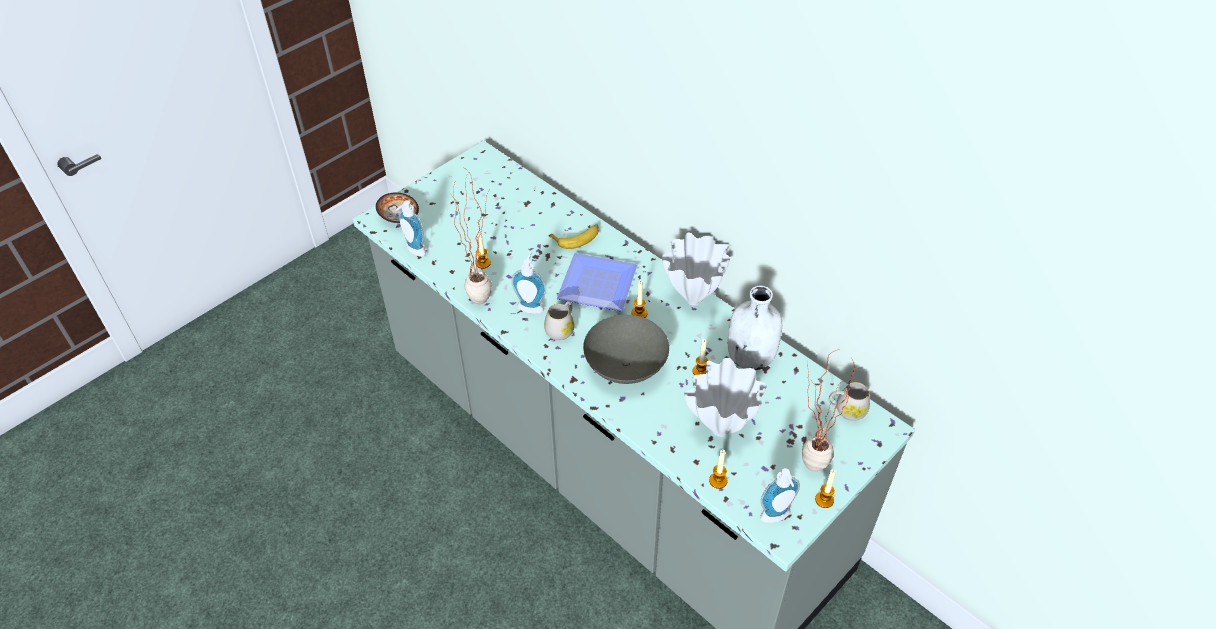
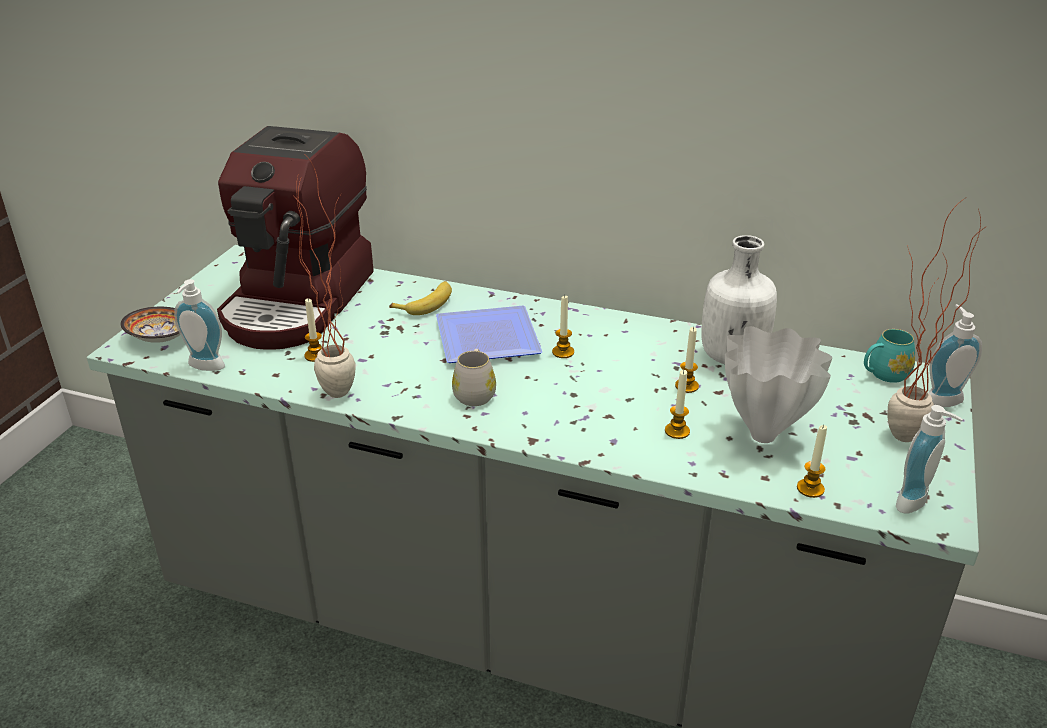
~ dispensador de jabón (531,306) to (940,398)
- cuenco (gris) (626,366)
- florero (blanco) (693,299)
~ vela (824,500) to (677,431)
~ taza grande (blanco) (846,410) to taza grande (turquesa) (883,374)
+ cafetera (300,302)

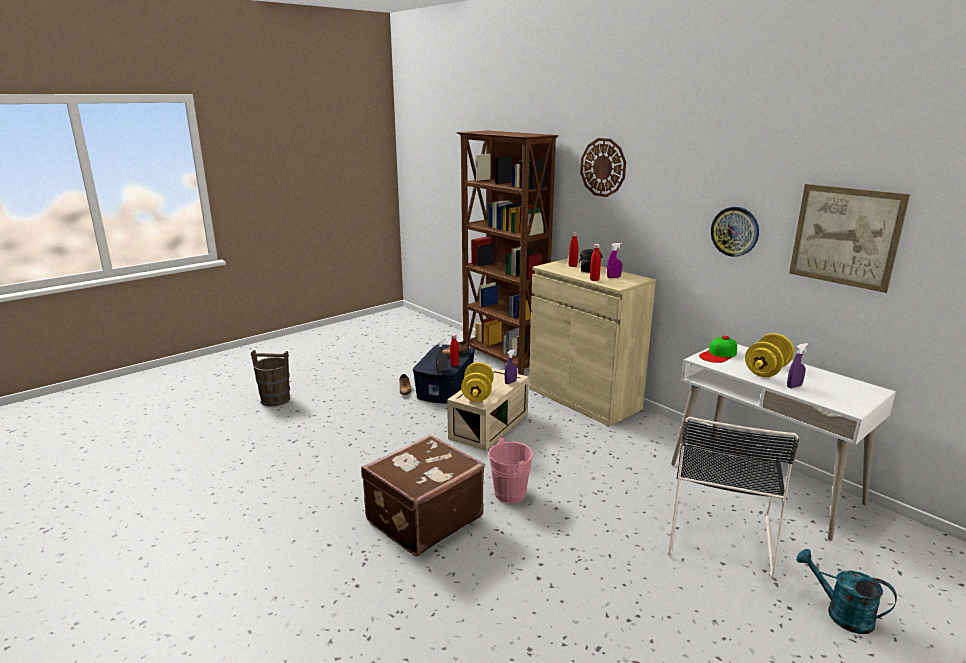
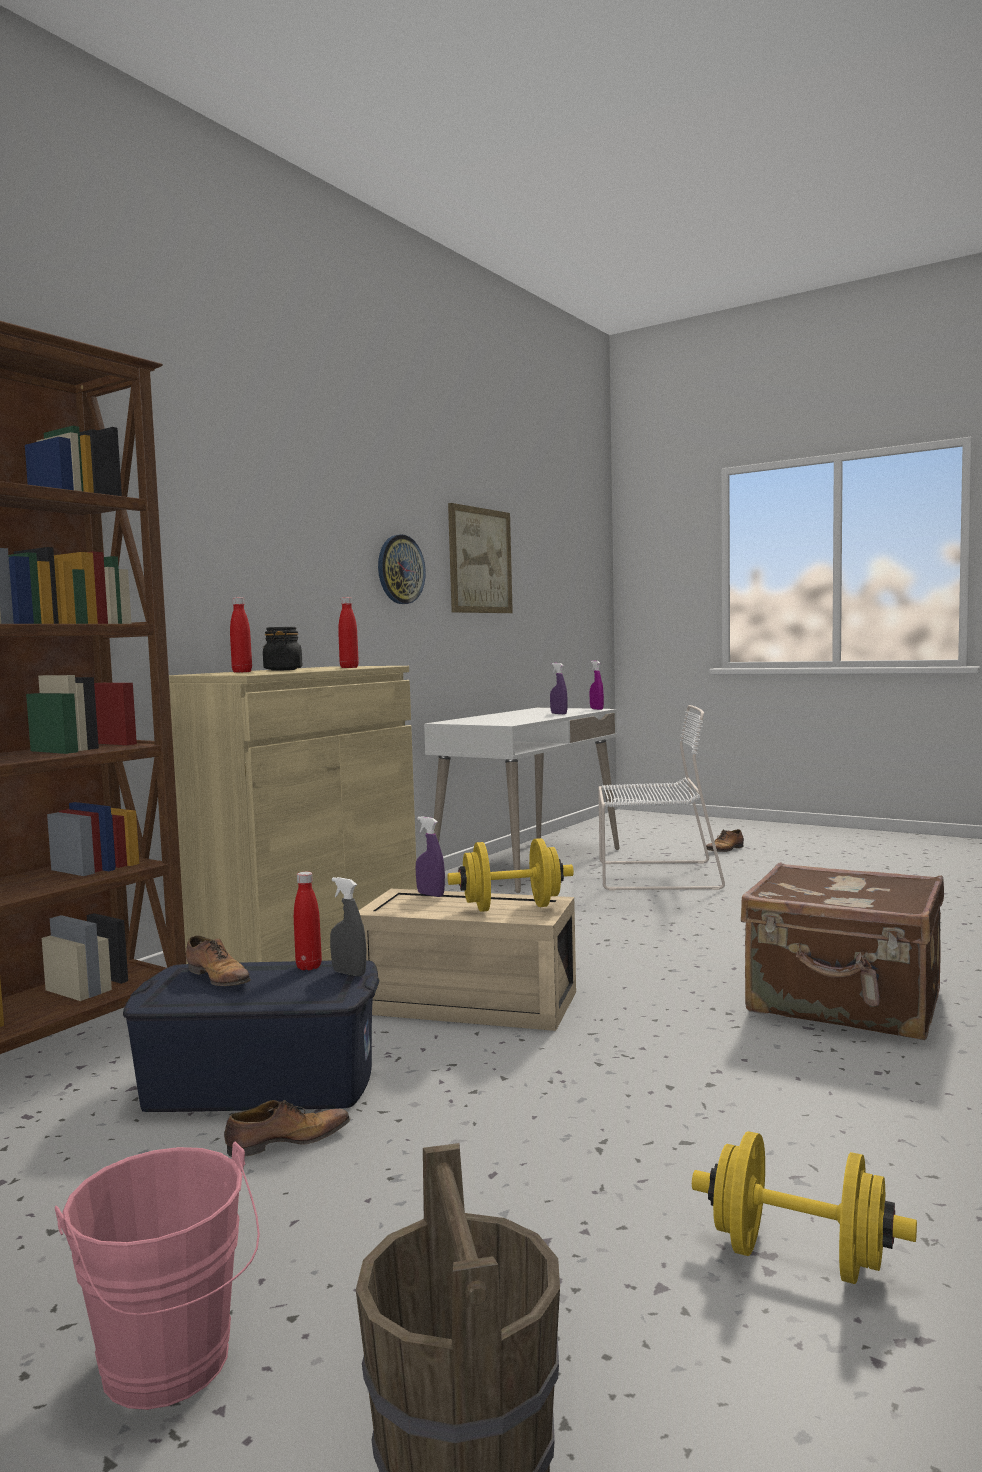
~ cubo (rosa) (506,494) to (171,1370)
- reloj de pared (603,167)
~ pulverizador (morado) (613,277) to (596,709)
~ silla (negro) (720,533) to silla (blanco) (653,875)
- gorra (718,354)
~ mancuerna (amarillo) (766,371) to (799,1258)
~ regadera (turquesa) (841,613) to zapato (725,849)

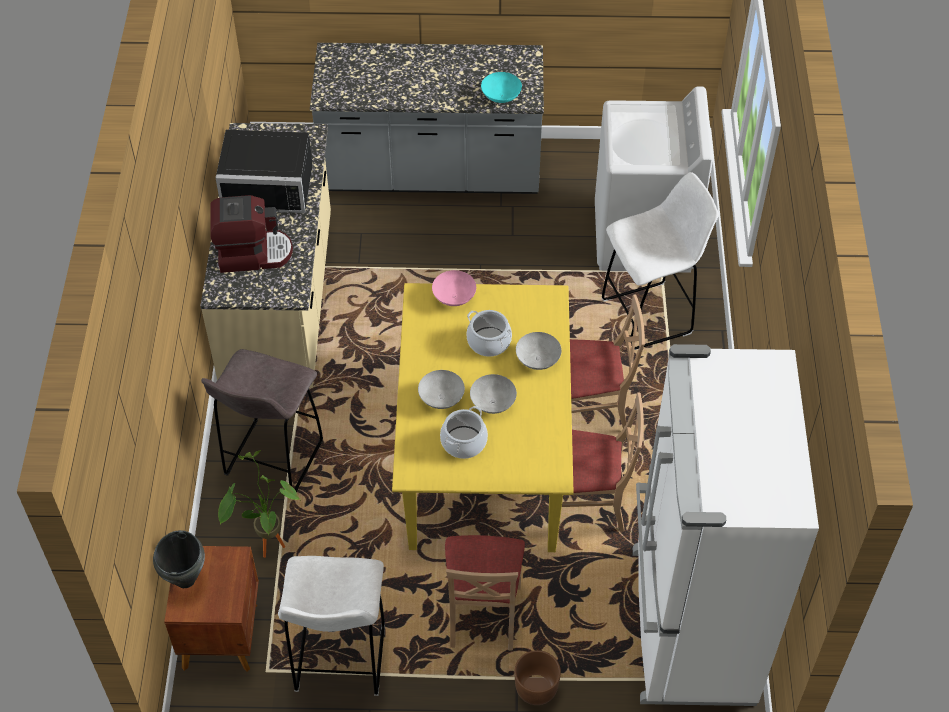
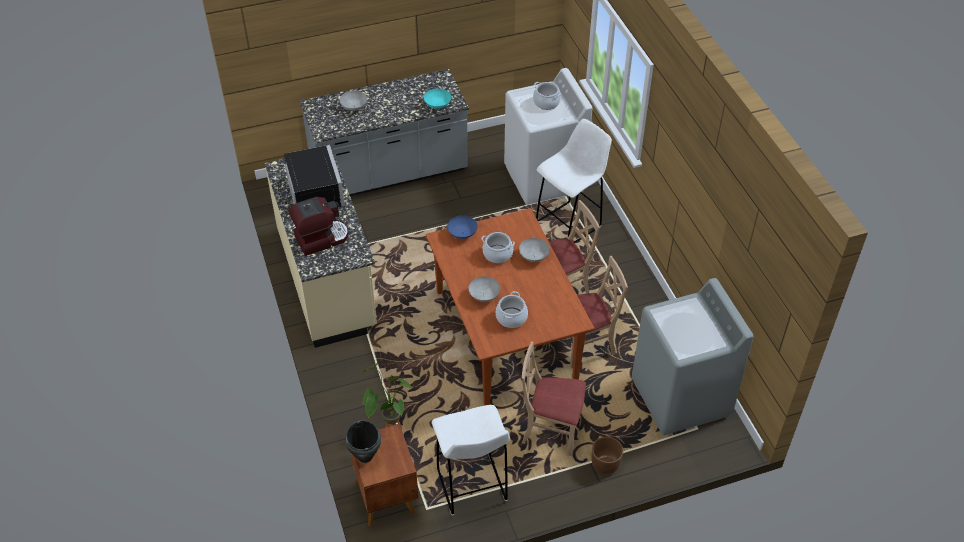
- taburete (gris) (272,460)
~ microondas (negro) (269,183) = (311,193) 90 degrees counterclockwise
~ mesa de comedor (amarillo) (483,453) to mesa de comedor (marrón) (504,334)
~ cuenco (rosa) (454,297) to cuenco (azul) (462,233)
~ silla (beis) (483,615) = (551,431) 120 degrees clockwise
~ cuenco (gris) (493,402) to (354,107)
~ nevera (blanco) (689,626) to lavadora (gris) (680,398)
+ olla (546,103)

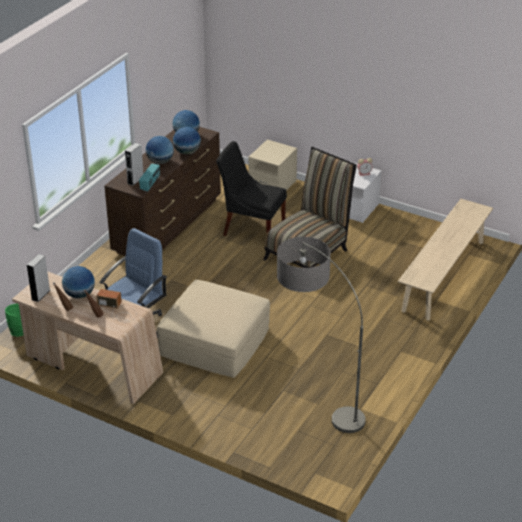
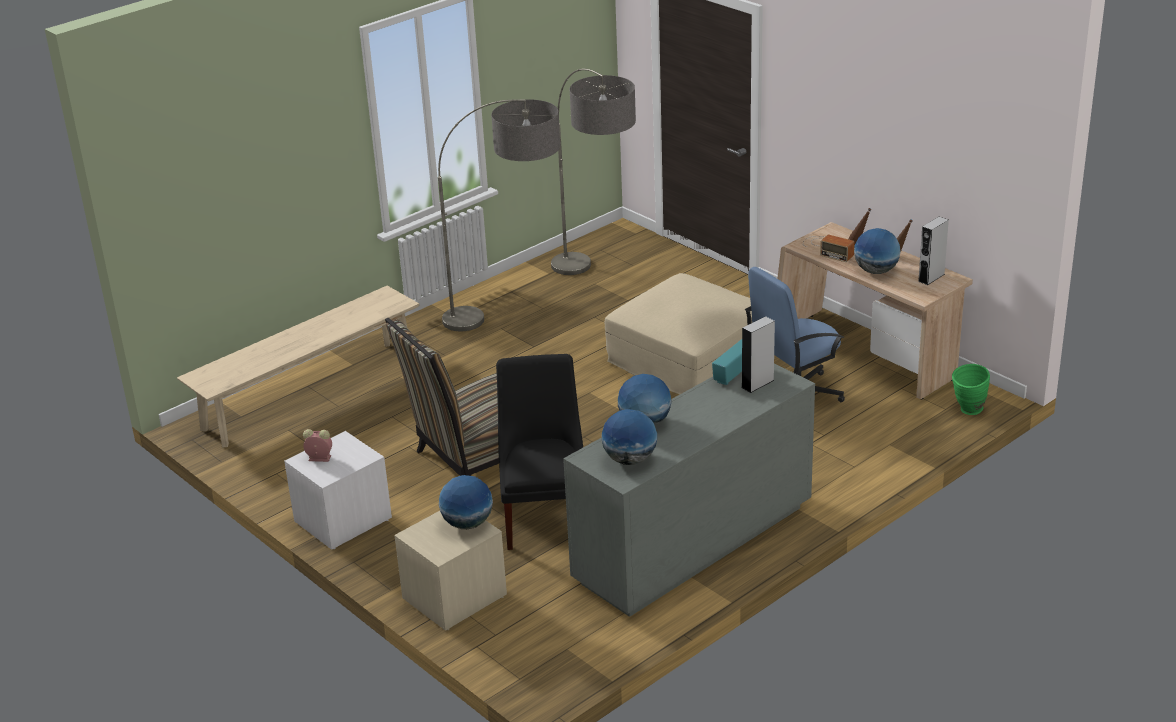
~ cómoda (marrón) (168,225) to cómoda (gris) (692,545)
~ globo terráqueo (160,162) to (467,523)
~ silla (negro) (251,228) = (546,515) 135 degrees counterclockwise
+ lámpara de pie (513,322)

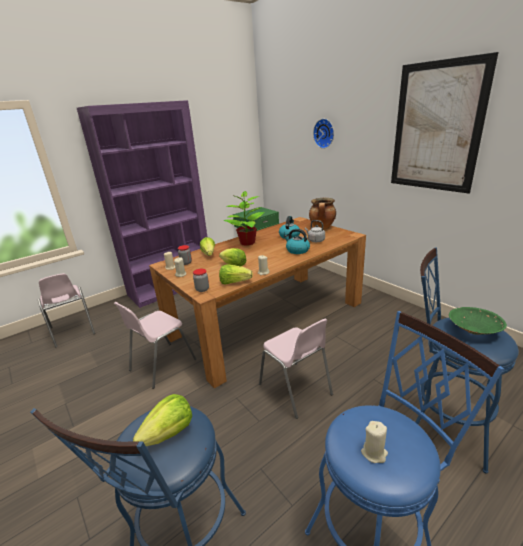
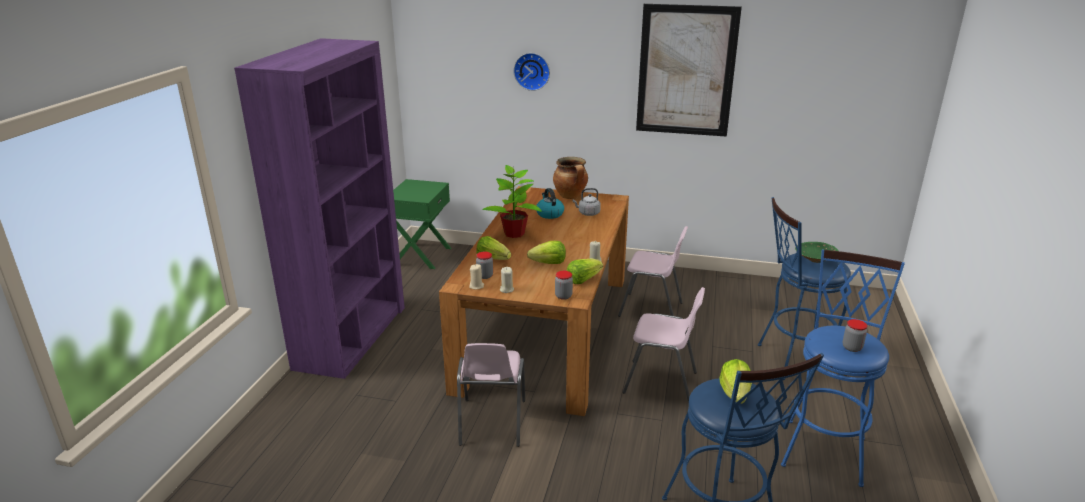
~ silla (rosa) (72,331) to (651,309)
- hervidor (297,250)
~ vela (beis) (374,453) to tarro (852,348)

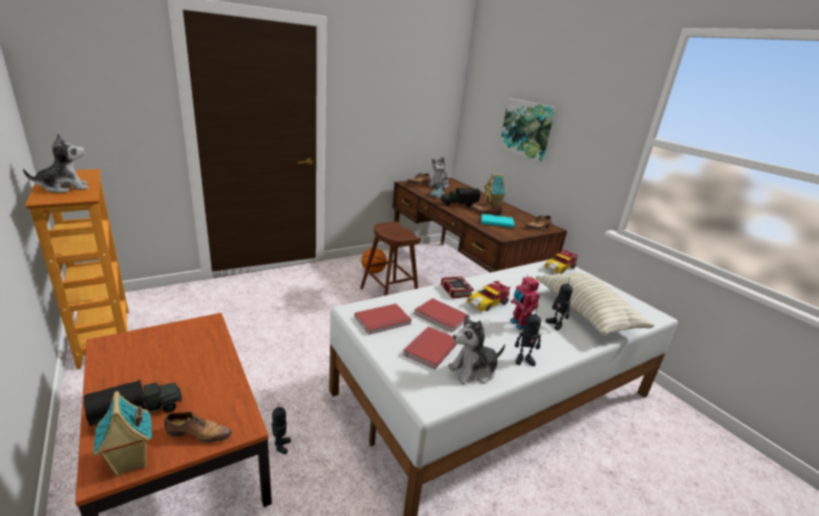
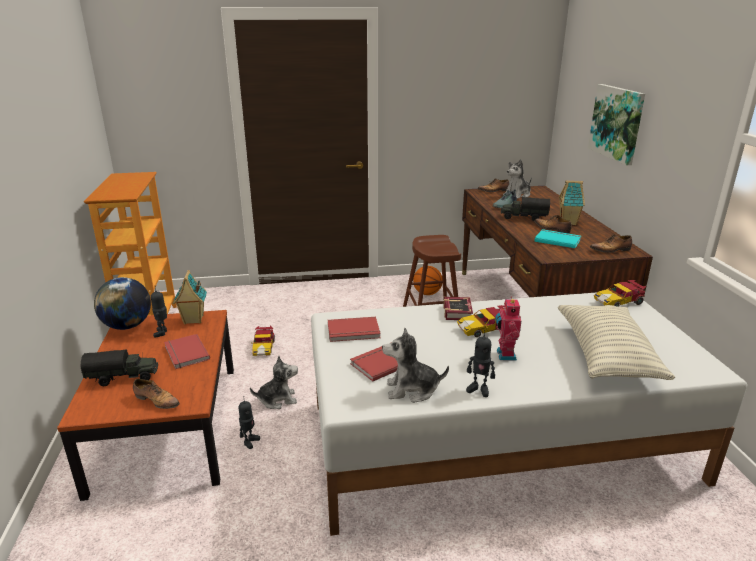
~ peluche (64,188) to (277,400)
~ casita (130,463) to (193,320)
~ libro (rojo) (440,317) to (185,353)
~ robot de juguete (555,324) to (162,333)
+ globo terráqueo (127,326)
+ coche de juguete (263,347)

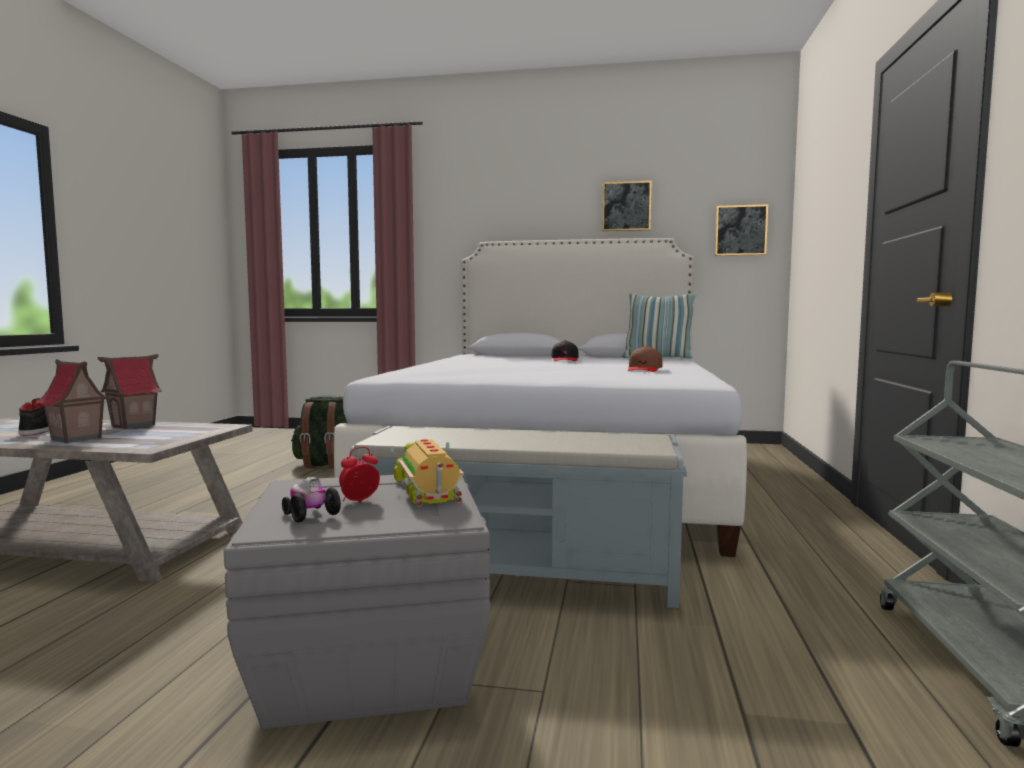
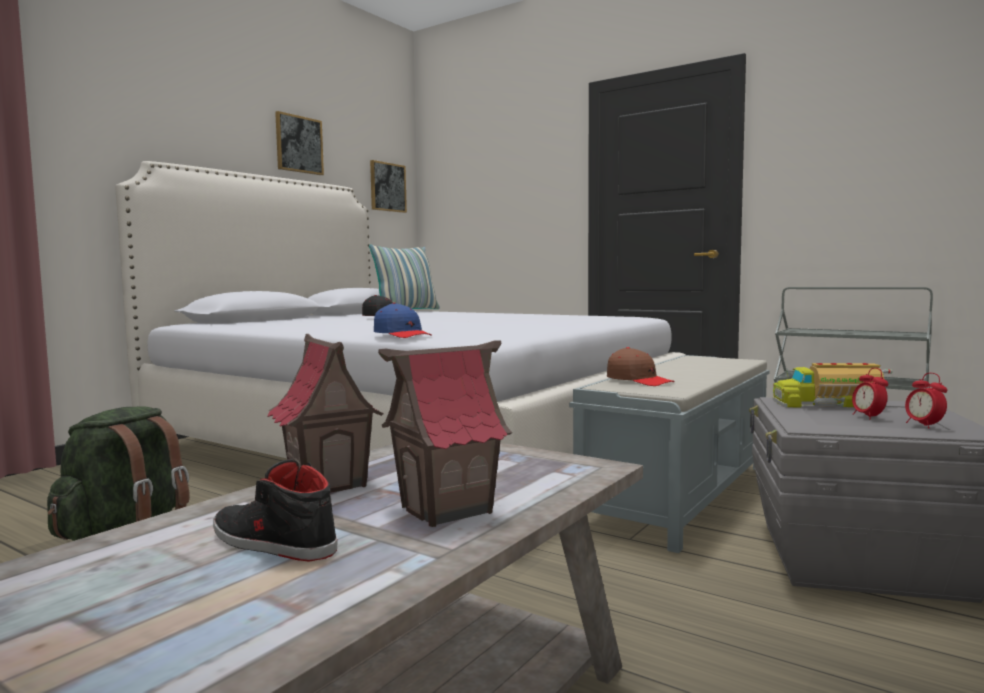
~ coche de juguete (309,515) to despertador (924,425)
~ gorra (marrón) (644,369) to (639,381)
+ gorra (azul) (402,335)

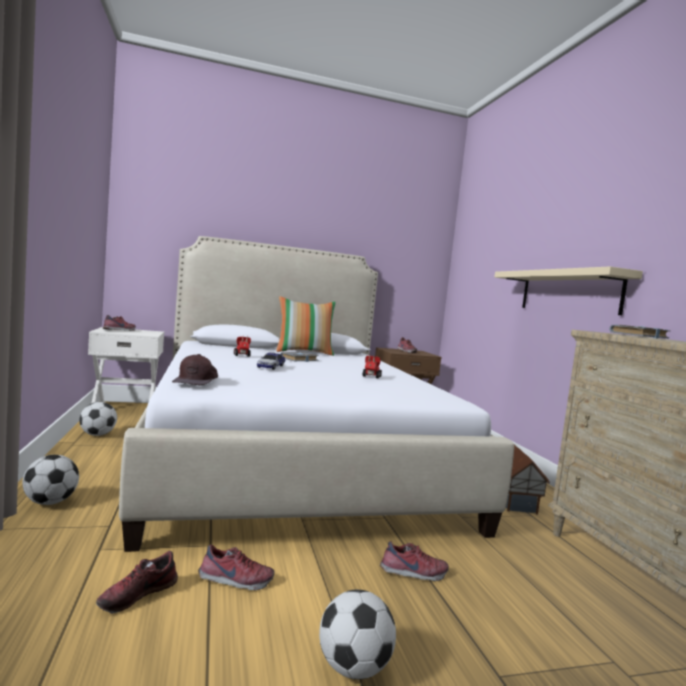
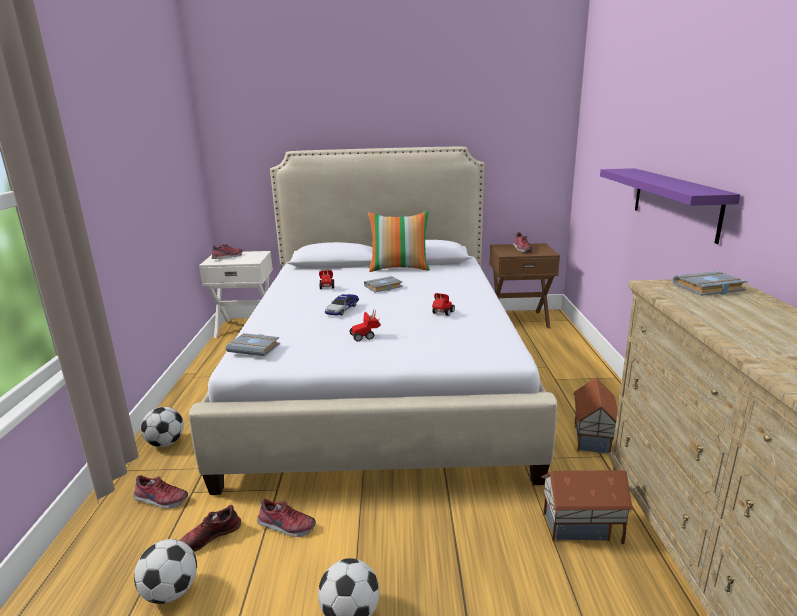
~ balón de fútbol (97,435) to (170,592)
~ gorra (marrón) (197,380) to libro (gris) (255,348)
~ zapato (413,573) to (160,500)
~ estante (beis) (568,292) to estante (morado) (674,202)
+ coche de juguete (366,336)
+ casita (582,528)

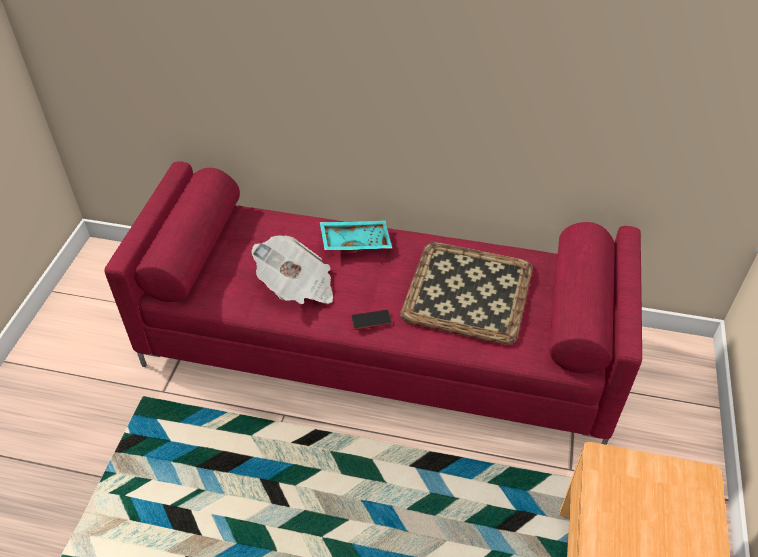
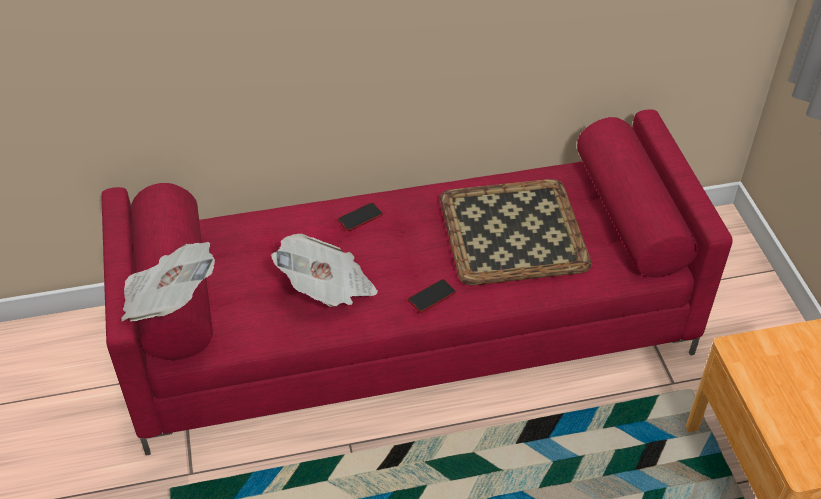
~ bandeja (turquesa) (355,241) to móvil (360,217)
+ periódico (169,300)

